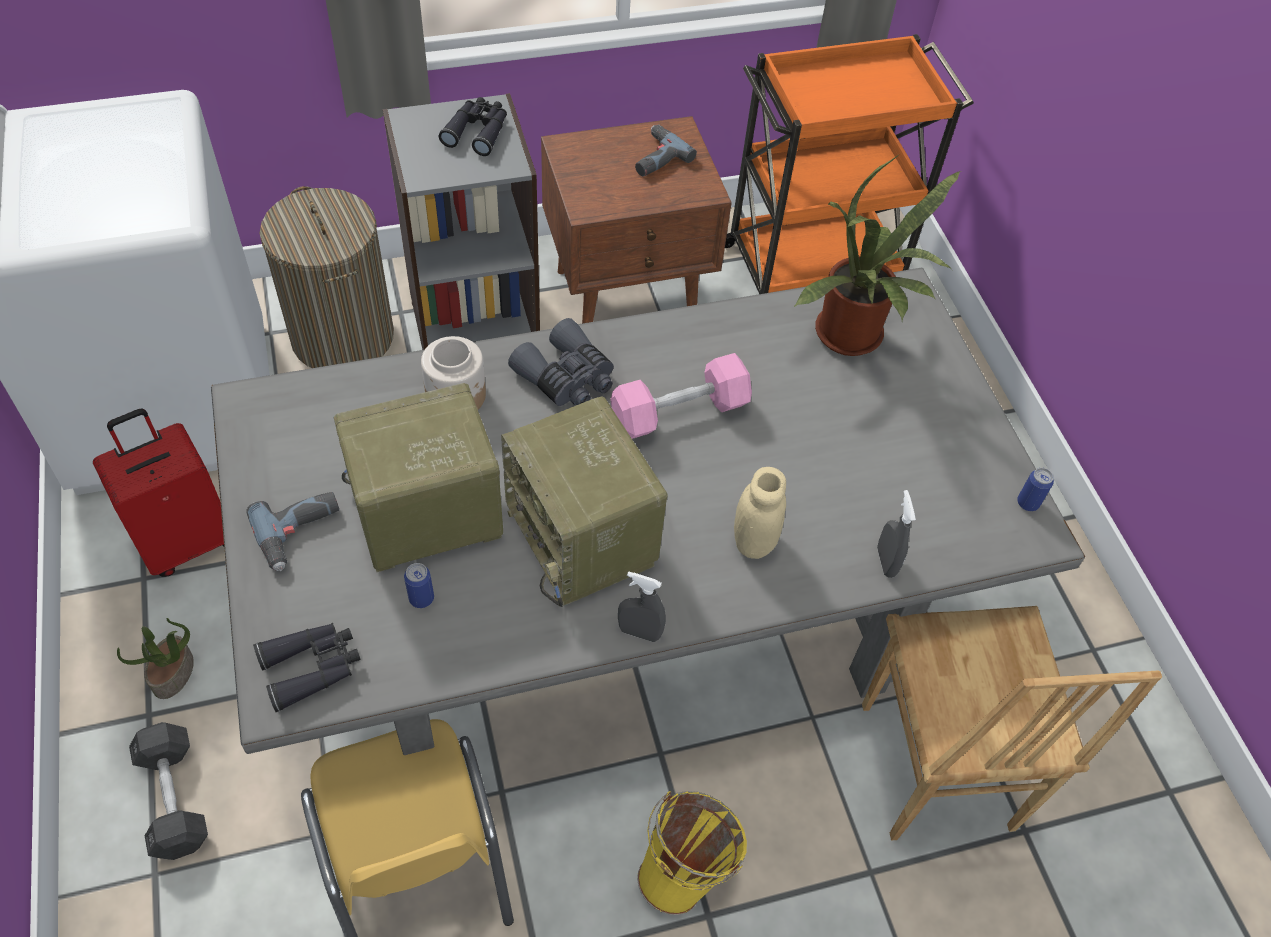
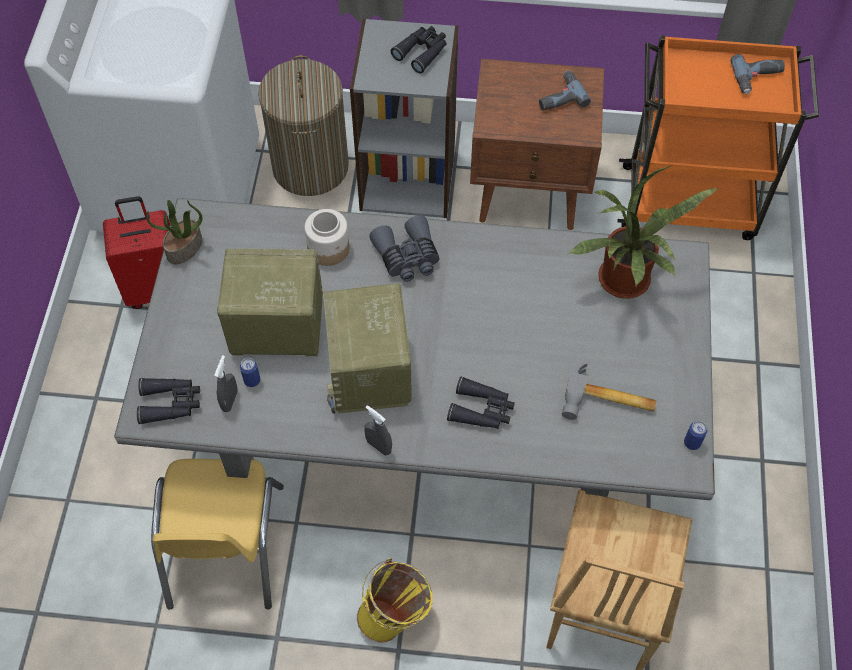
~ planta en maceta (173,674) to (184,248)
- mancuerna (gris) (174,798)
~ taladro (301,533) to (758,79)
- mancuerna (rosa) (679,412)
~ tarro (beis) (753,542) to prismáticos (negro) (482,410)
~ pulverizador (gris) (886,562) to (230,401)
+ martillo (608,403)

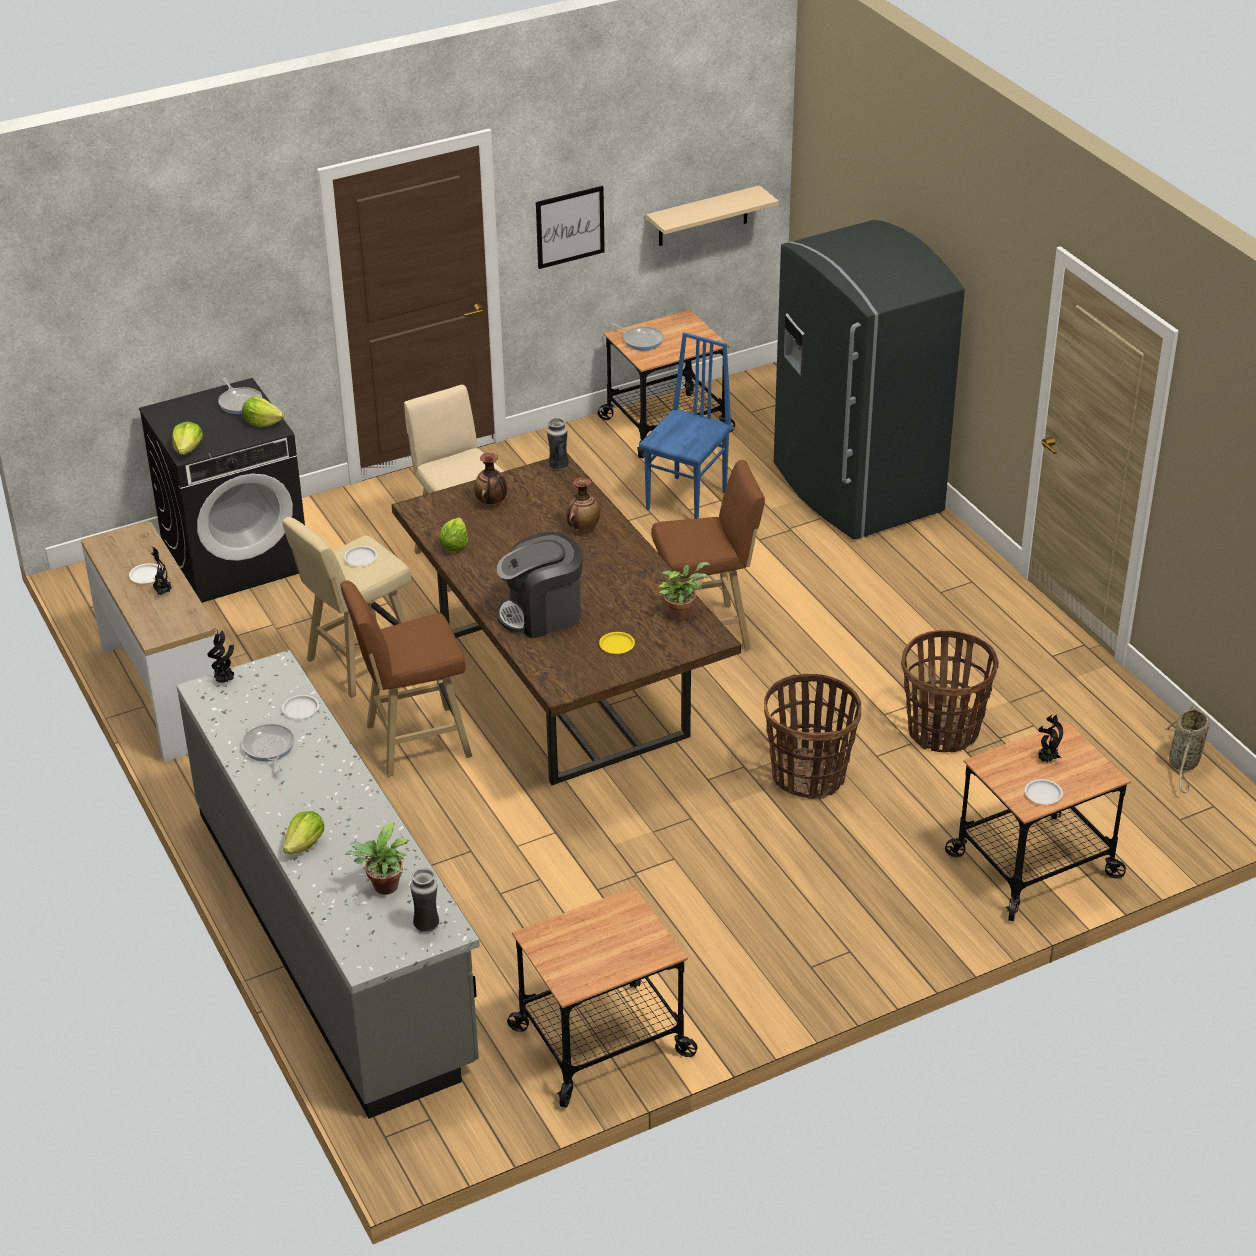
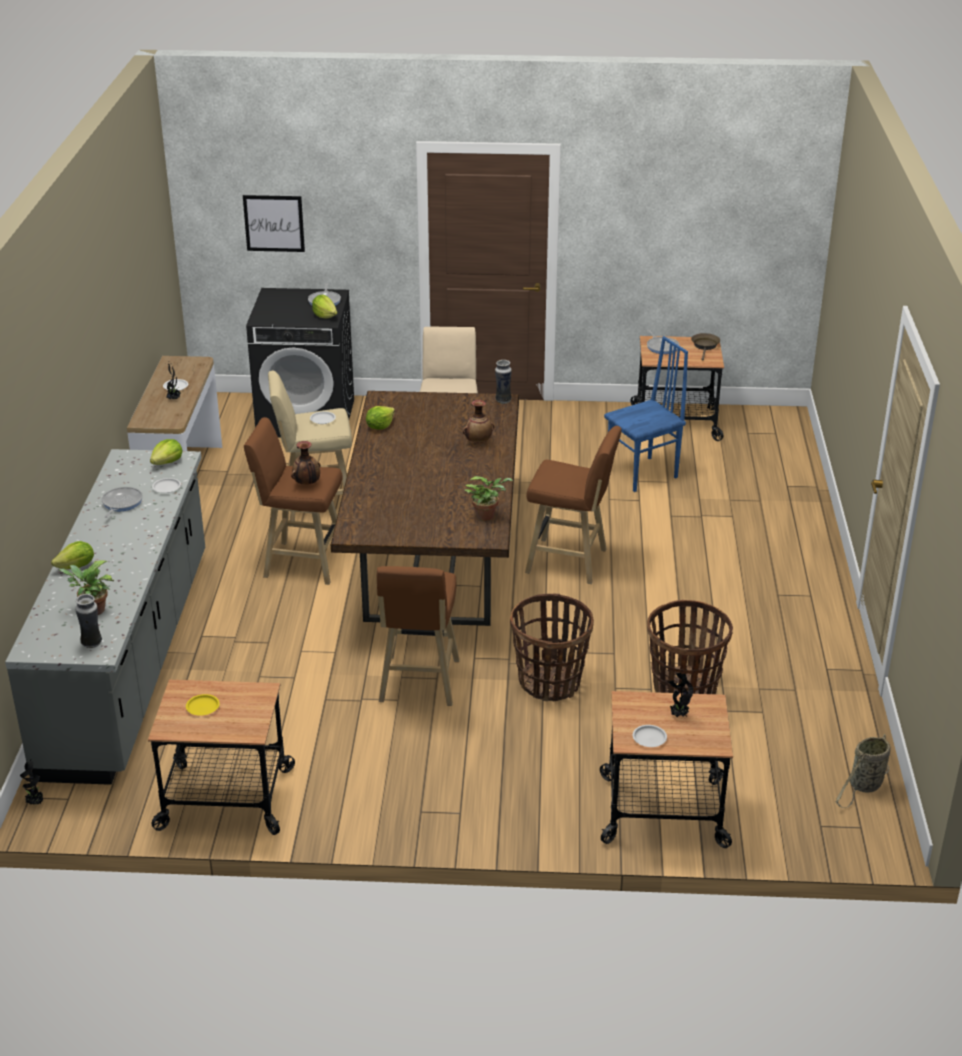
~ lechuga (188,449) to (167,462)
~ planta en maceta (225,681) to (36,803)
~ florero (491,502) to (307,484)
- cafetera (542,614)
~ cuadro (570,227) to (274,223)
~ plato (amarillo) (617,645) to (203,707)
- estante (beis) (703,216)
- nevera (gris) (854,490)
+ taburete (marrón) (418,684)
+ sartén (marrón) (705,346)

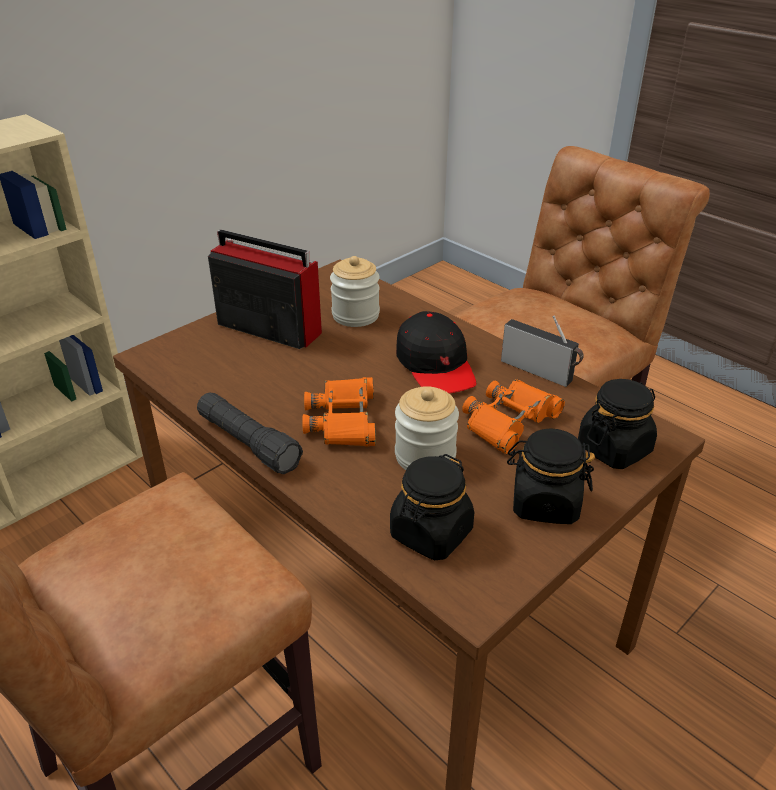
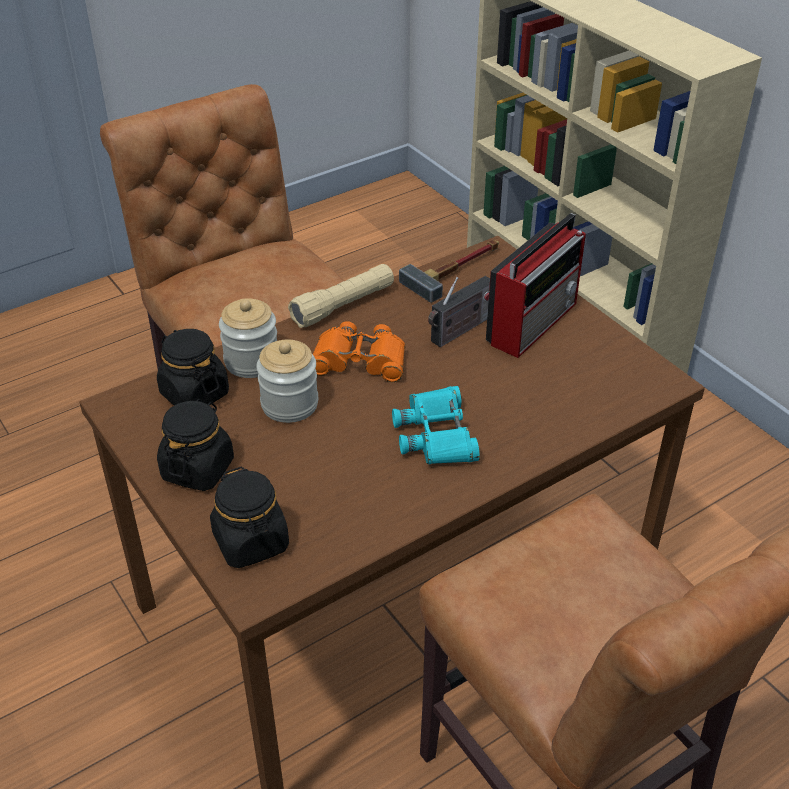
~ linterna (negro) (248,443) to linterna (beis) (343,306)
~ tarro (355,315) to (251,361)
~ gorra (negro) (436,366) to prismáticos (turquesa) (436,434)
- prismáticos (naranja) (509,421)
~ radio (540,372) to (460,331)
+ martillo (457,270)

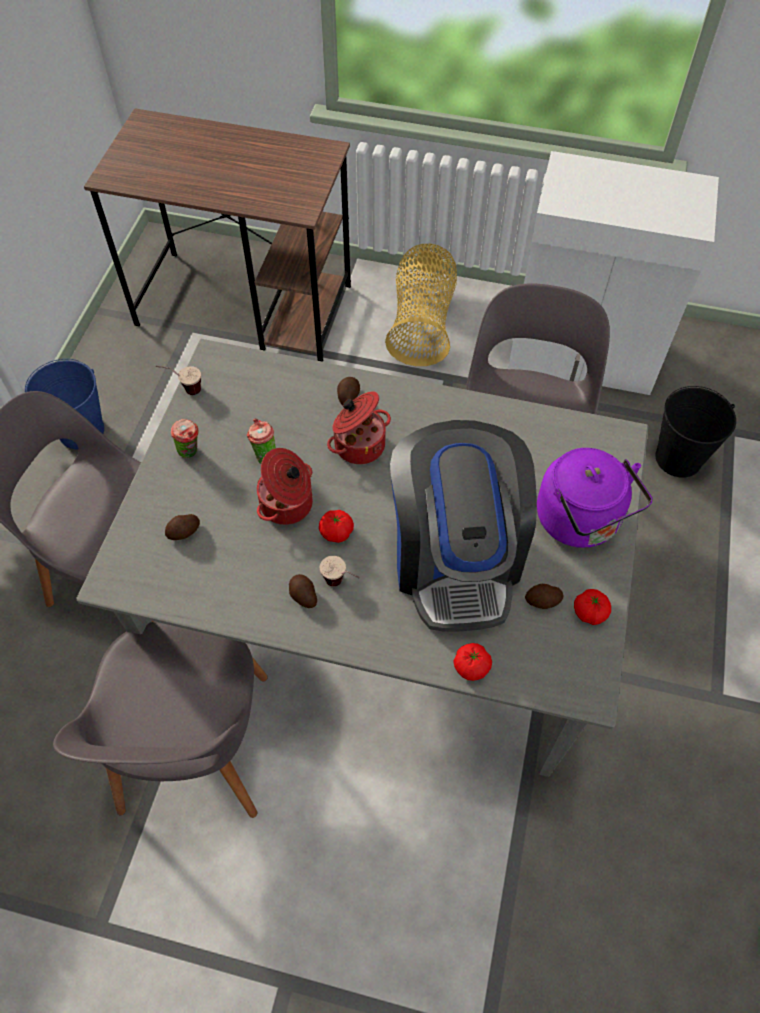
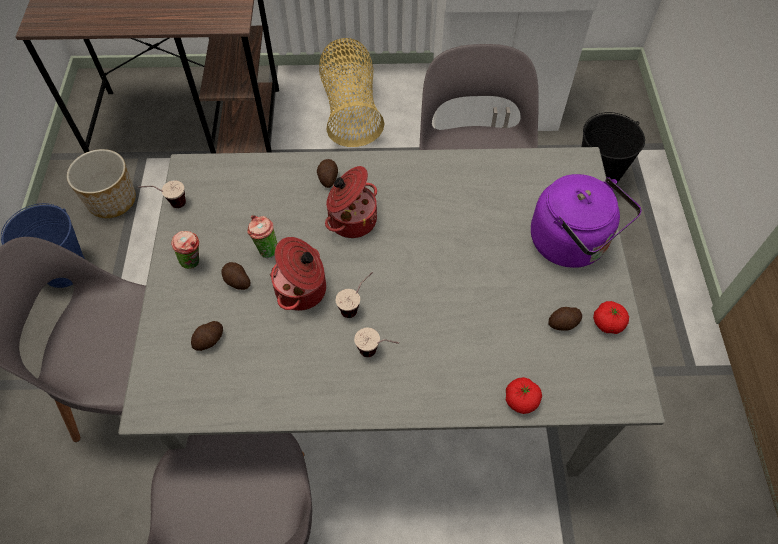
~ patata (303,595) to (236,281)
~ tomate (336,532) to taza (356,305)
- cafetera (455,558)
+ maceta (111,200)

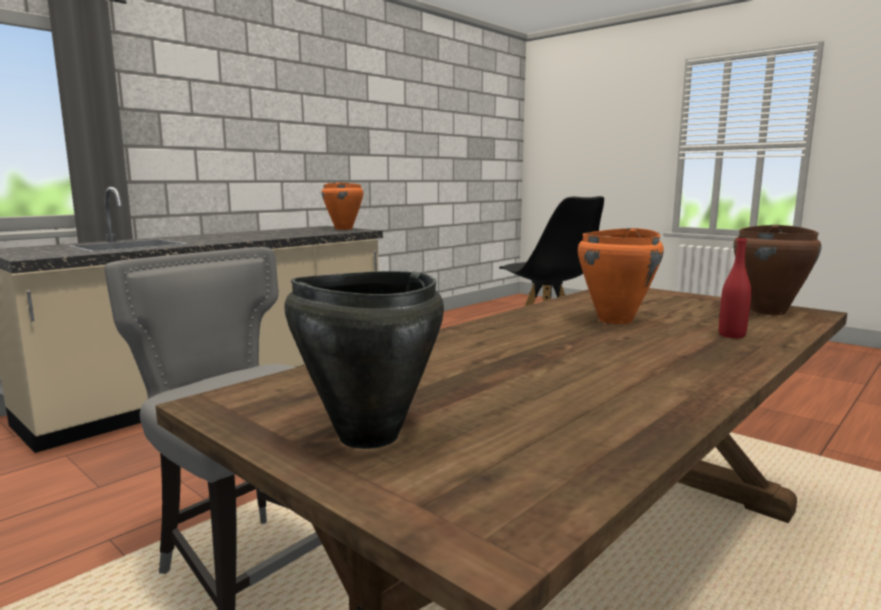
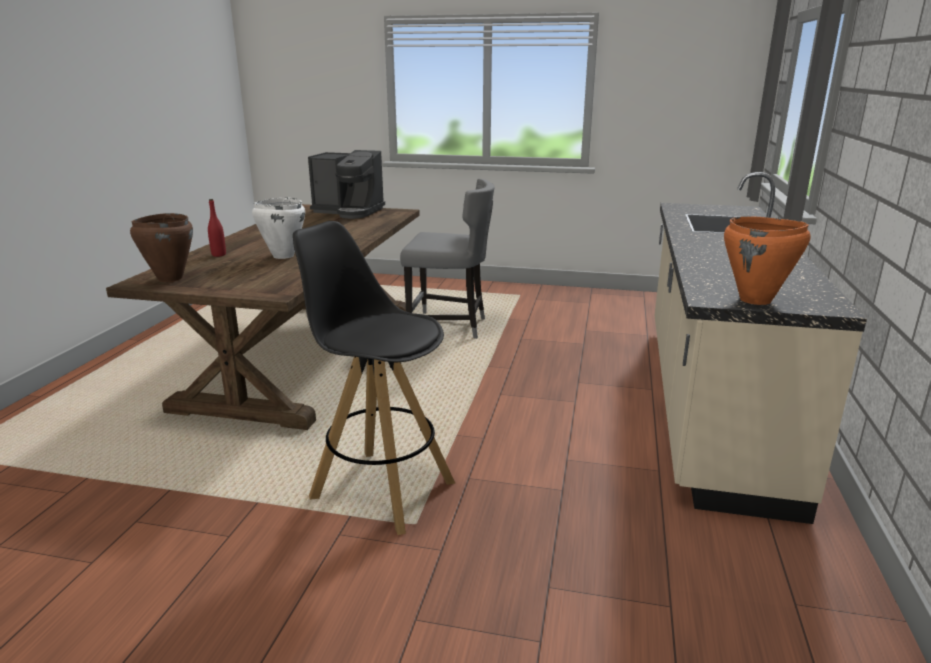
~ olla (negro) (367,436) to cafetera (349,212)
~ olla (naranja) (616,320) to olla (blanco) (283,256)

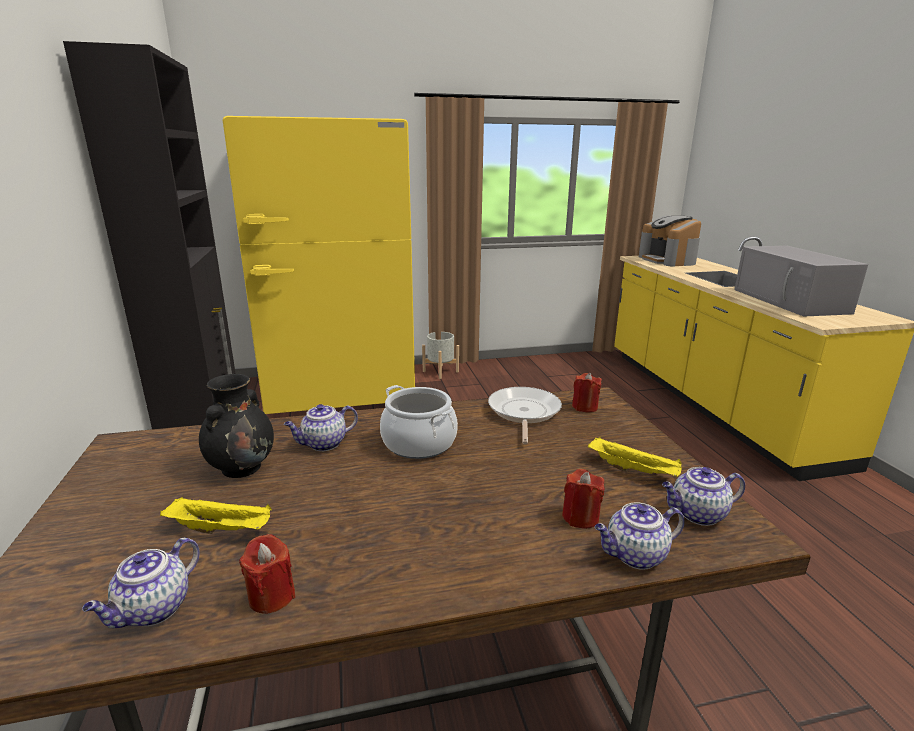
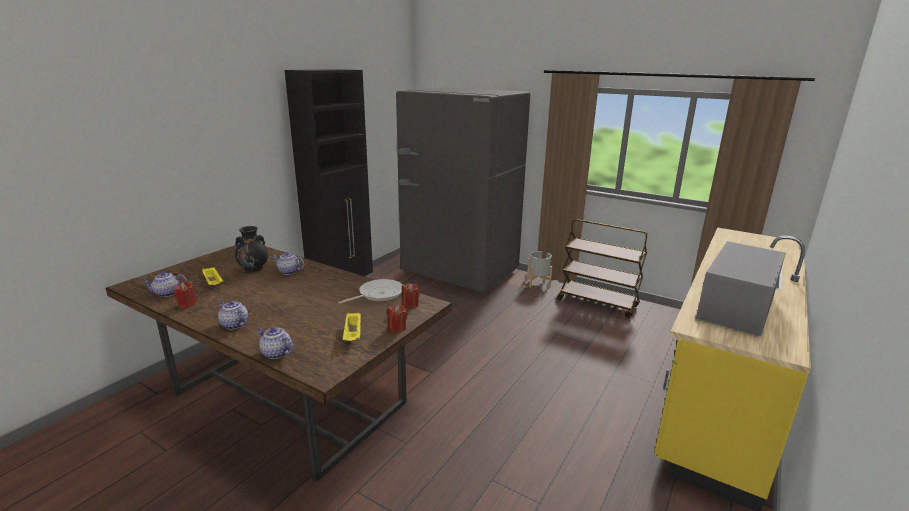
~ nevera (amarillo) (340,392) to nevera (gris) (459,272)
- olla (419,443)
~ vela (rojo) (580,517) to (397,328)
- cafetera (667,260)
~ tetera (697,514) to (234,325)
+ carrito (marrón) (598,303)

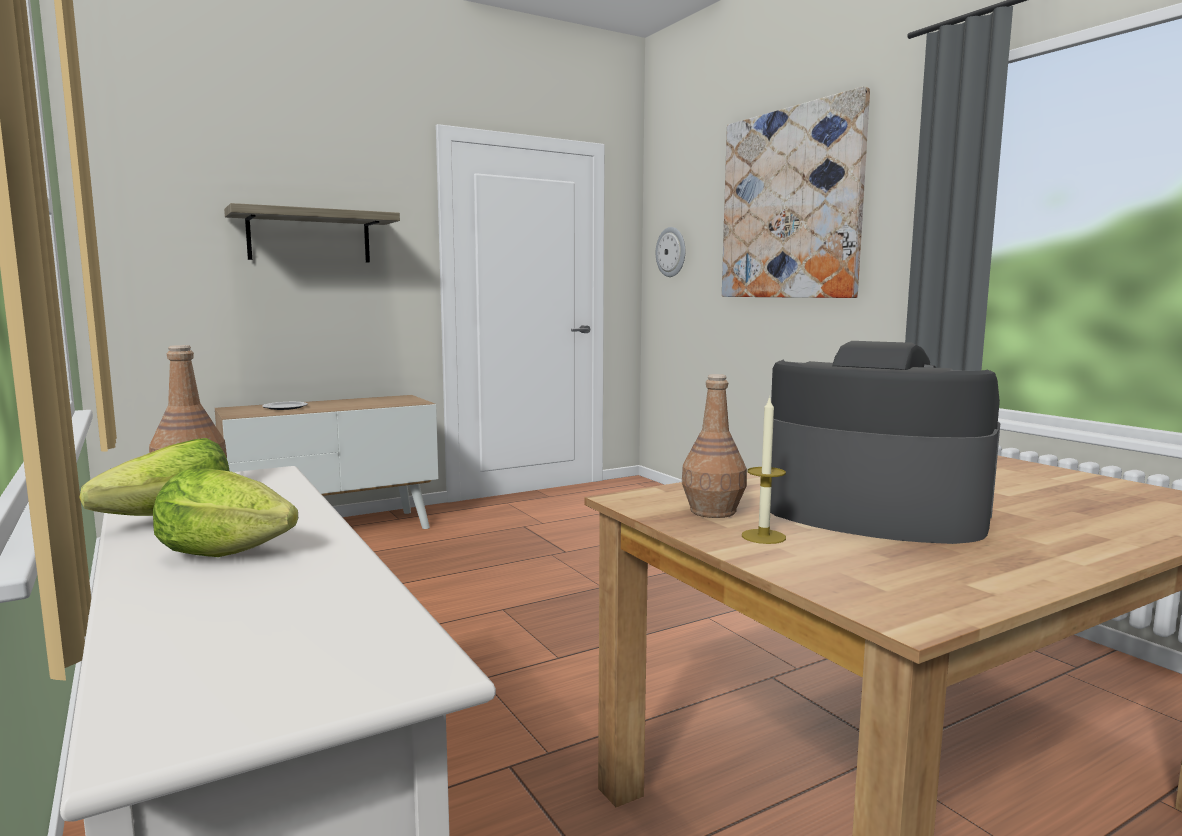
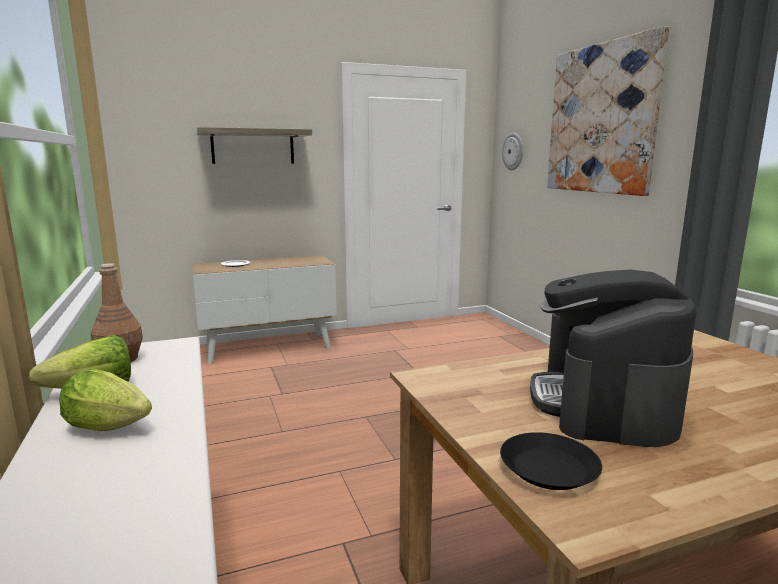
- botella (marrón) (713,511)
- vela (763,536)
~ cafetera (872,511) = (603,403) 120 degrees counterclockwise
+ plato (negro) (547,469)

